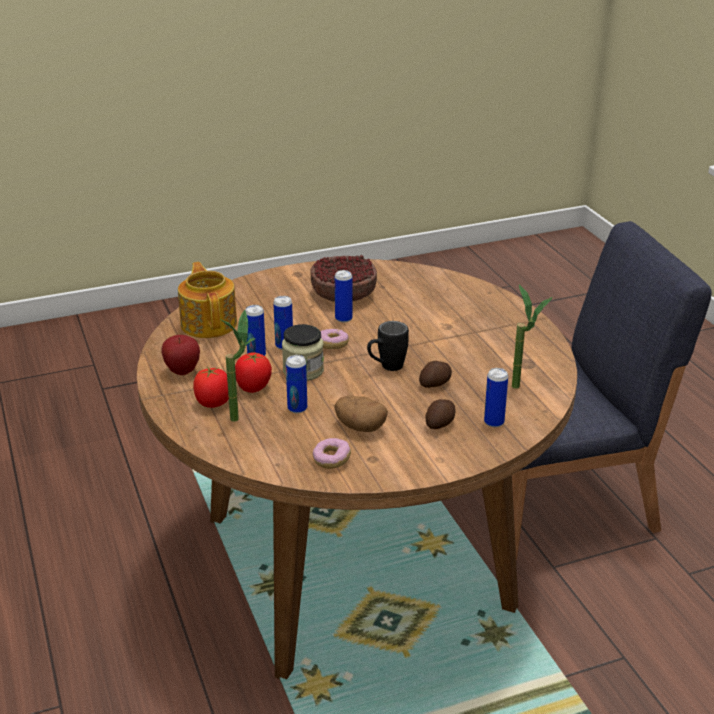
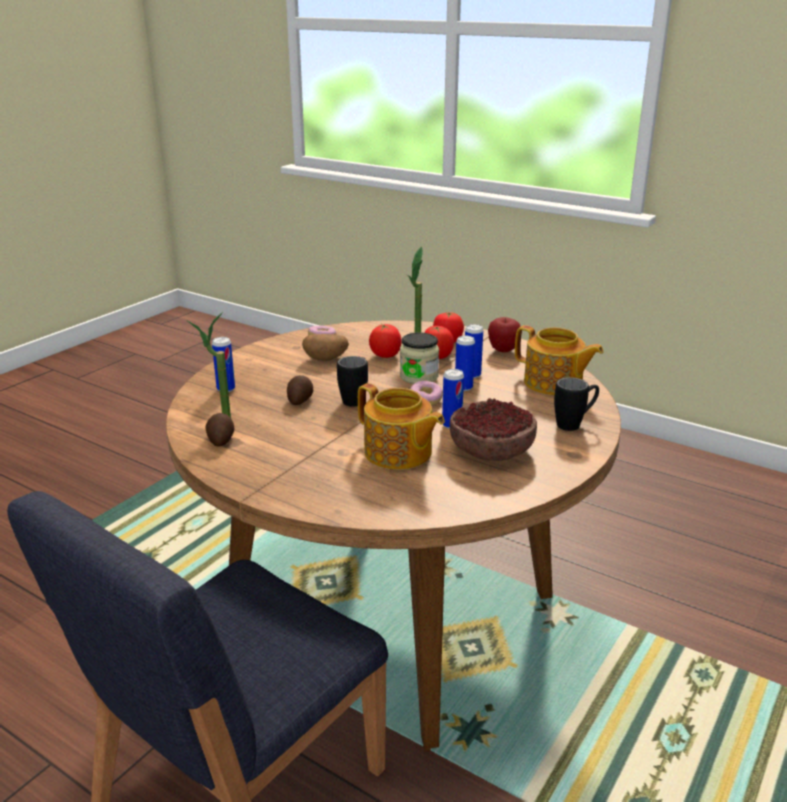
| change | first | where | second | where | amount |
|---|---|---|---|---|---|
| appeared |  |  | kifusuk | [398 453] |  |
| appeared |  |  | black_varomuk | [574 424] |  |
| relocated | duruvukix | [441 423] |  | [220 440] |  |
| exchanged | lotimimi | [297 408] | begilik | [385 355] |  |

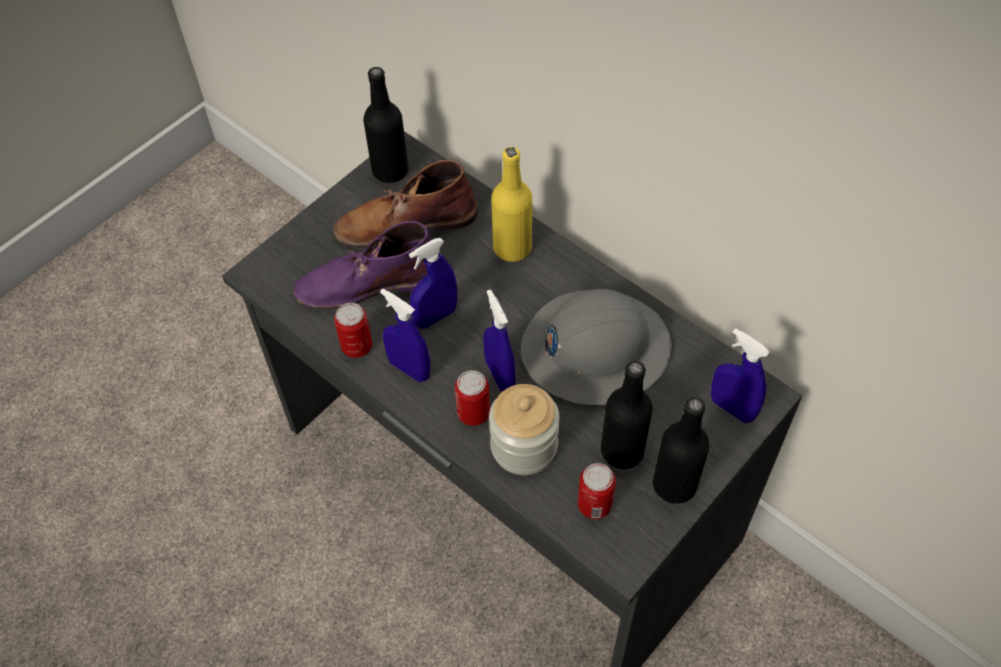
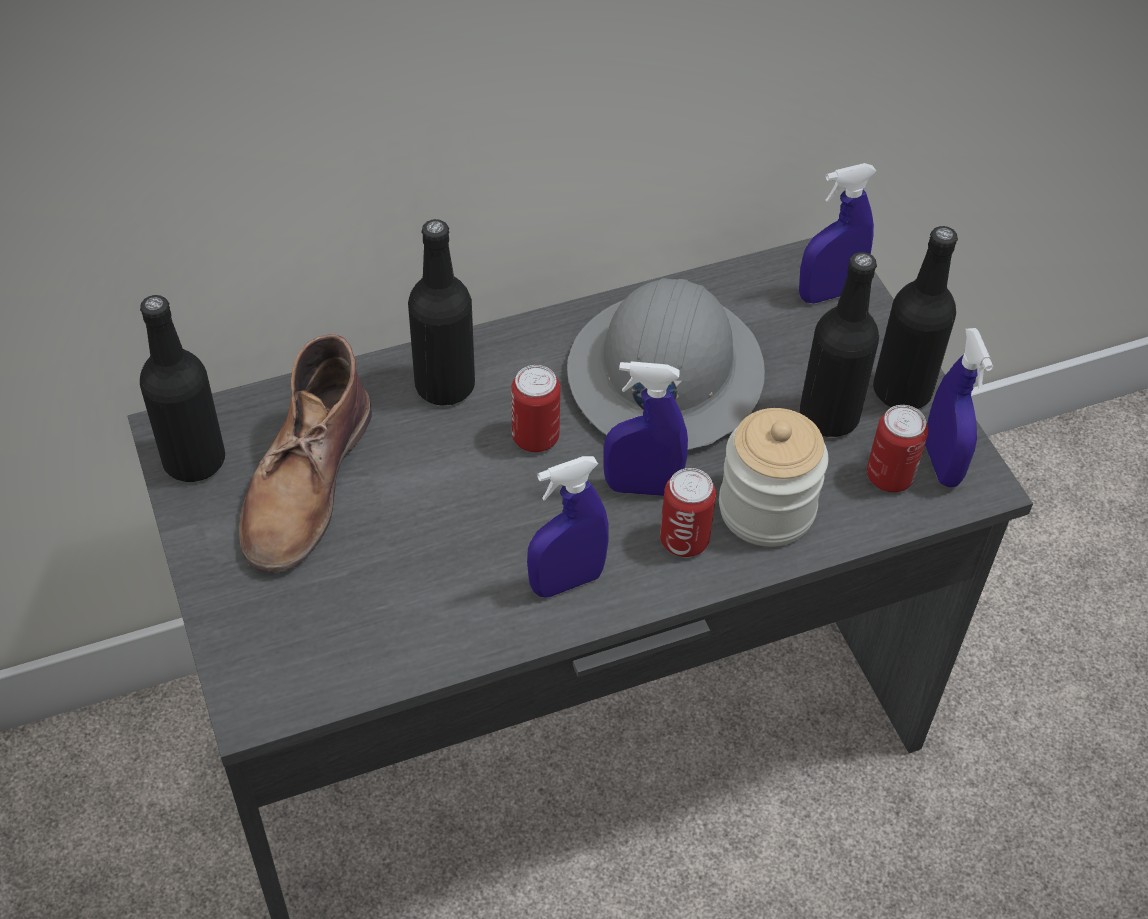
| change | first | where | second | where | amount |
|---|---|---|---|---|---|
| missing | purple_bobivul | [368 283] |  |  |  |
| relocated | lotimimi | [357 346] |  | [535 437] |  |
| relocated | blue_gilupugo | [435 316] |  | [941 463] |  |
| colour | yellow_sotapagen | [512 248] | black_sotapagen | [445 385] |  |

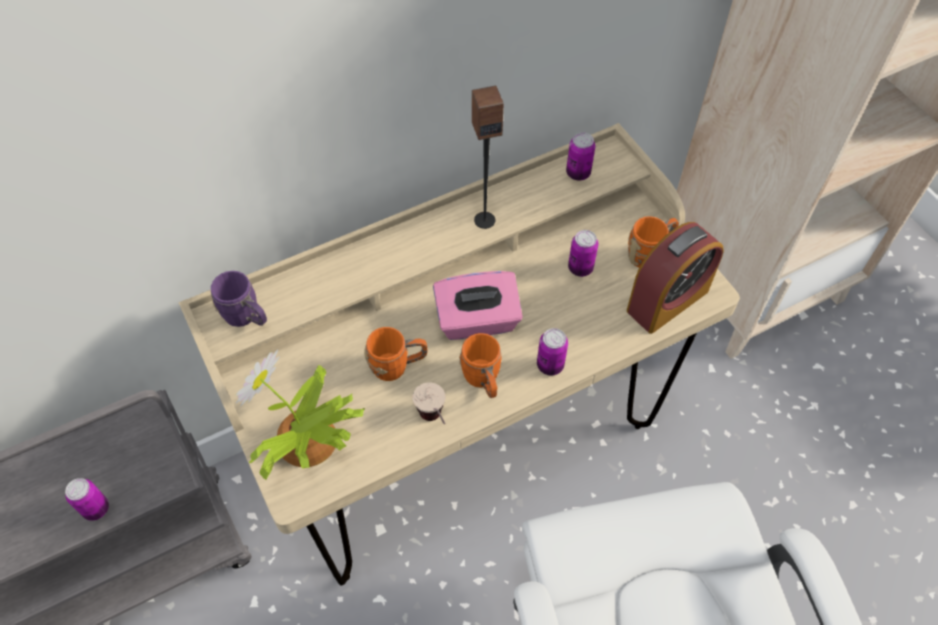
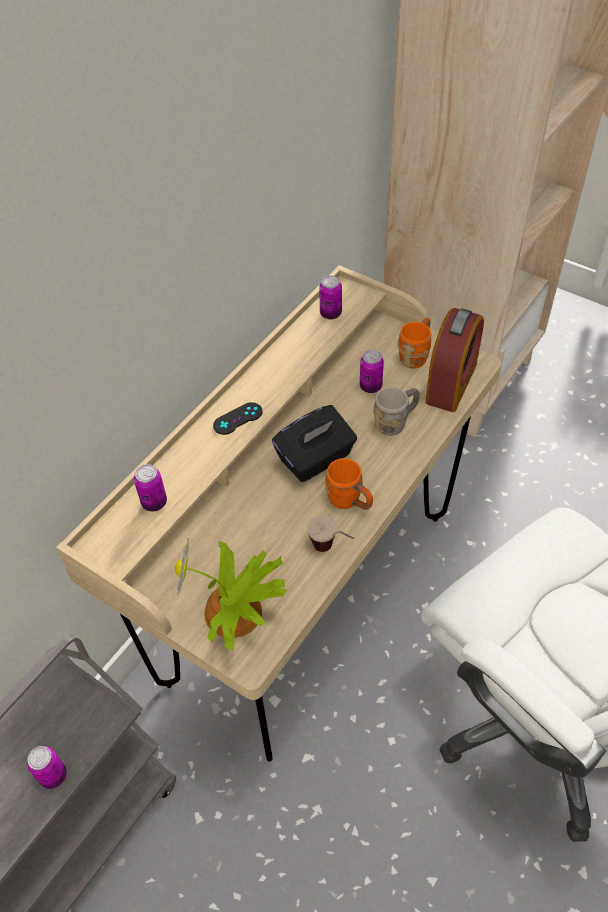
| change | first | where | second | where | amount |
|---|---|---|---|---|---|
| missing | purple_varomuk | [247 317] |  |  |  |
| missing | orange_varomuk | [397 366] |  |  |  |
| missing | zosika | [484 220] |  |  |  |
| appeared |  |  | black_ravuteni | [238 419] |  |
| appeared |  |  | grey_varomuk | [396 422] |  |
| relocated | lotimimi | [550 365] |  | [154 503] |  |
| colour | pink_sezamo | [477 321] | black_sezamo | [315 459] |  |

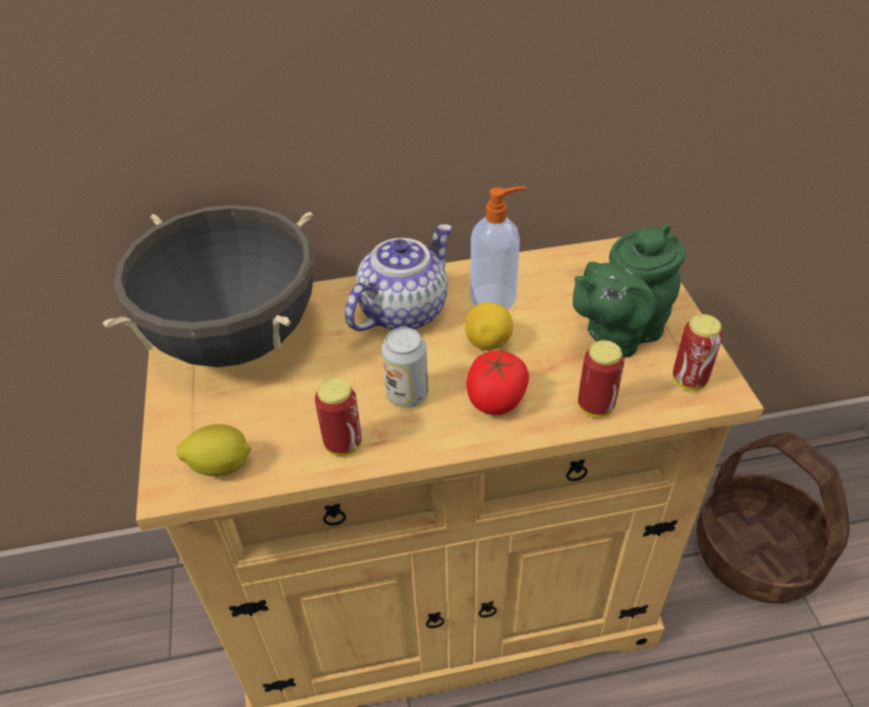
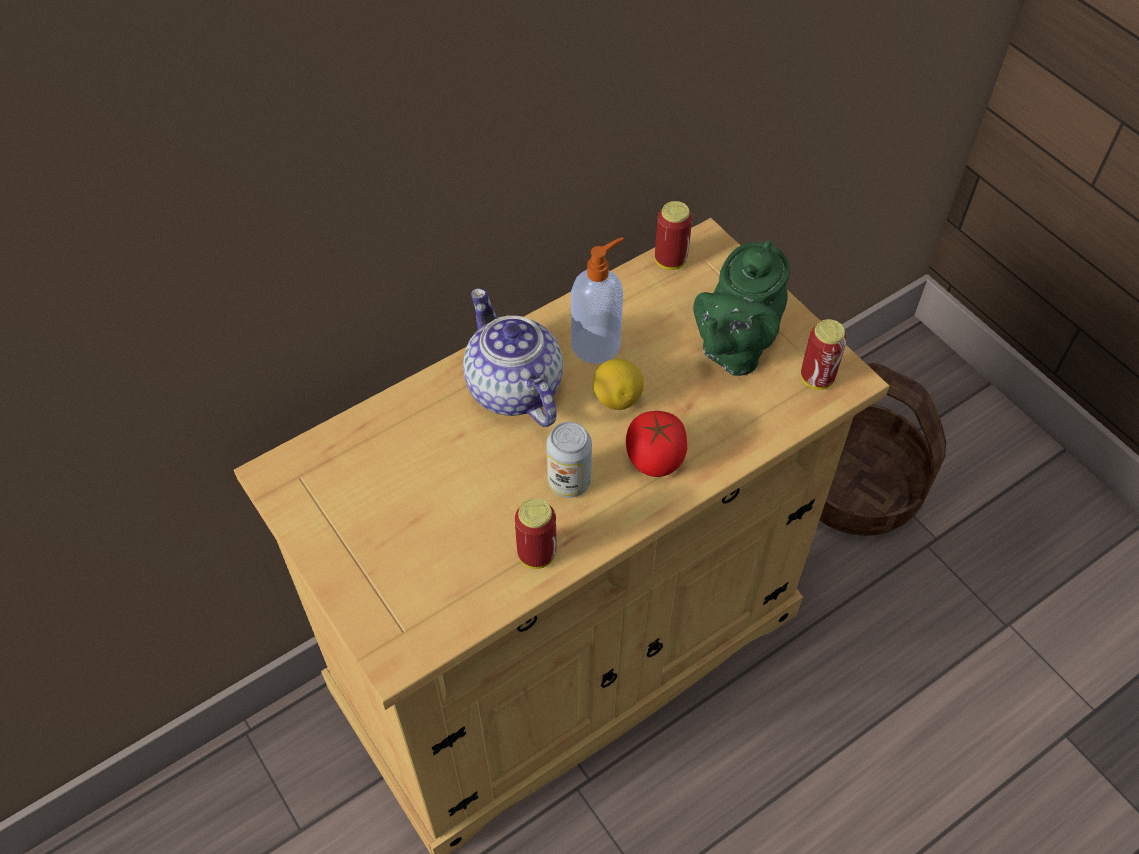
| change | first | where | second | where | amount |
|---|---|---|---|---|---|
| missing | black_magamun | [236 340] |  |  |  |
| missing | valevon | [221 465] |  |  |  |
| relocated | lotimimi | [595 407] |  | [670 261] |  |
| spun | kifusuk | [403 310] |  | [512 388] | 45 degrees counterclockwise |

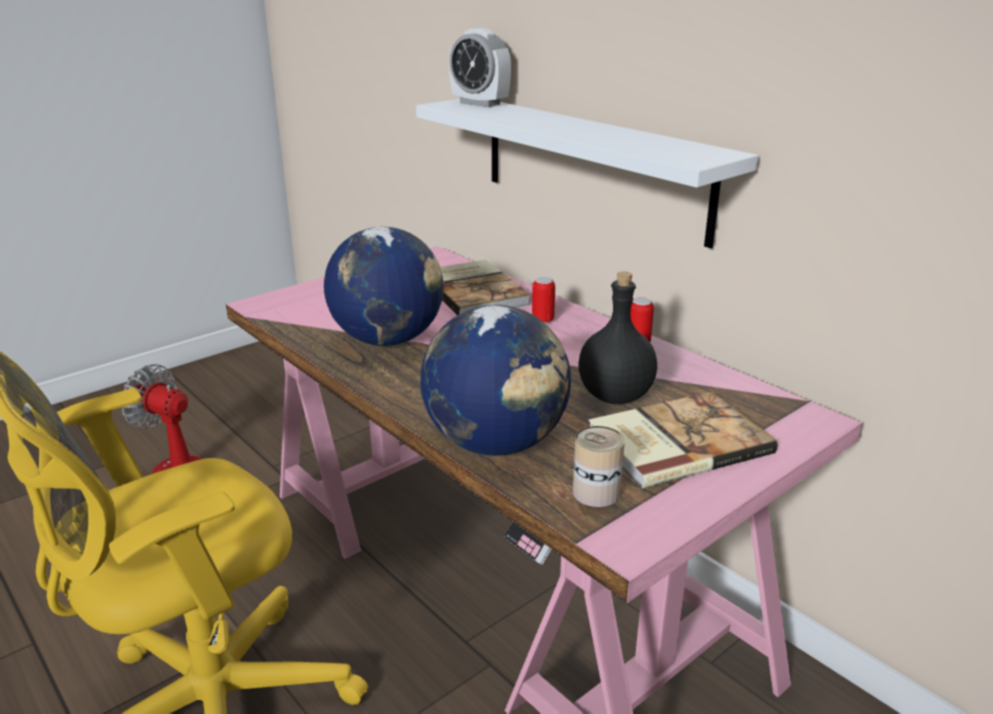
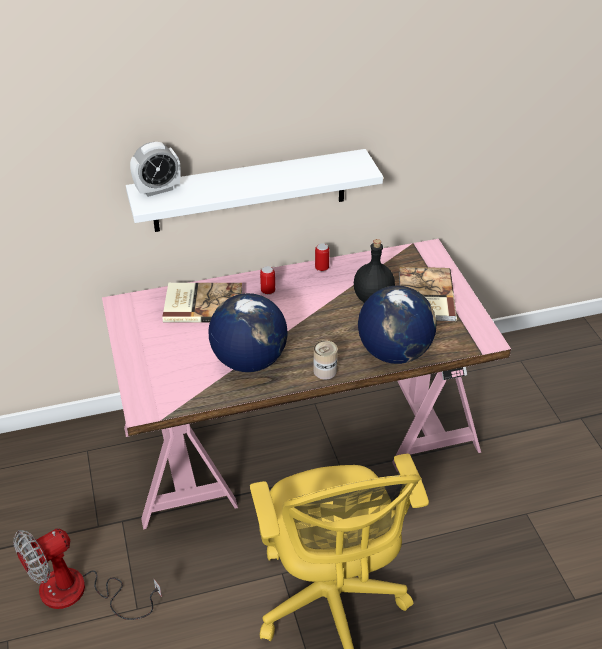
| change | first | where | second | where | amount |
|---|---|---|---|---|---|
| relocated | lotimimi | [596 492] |  | [325 371] |  |

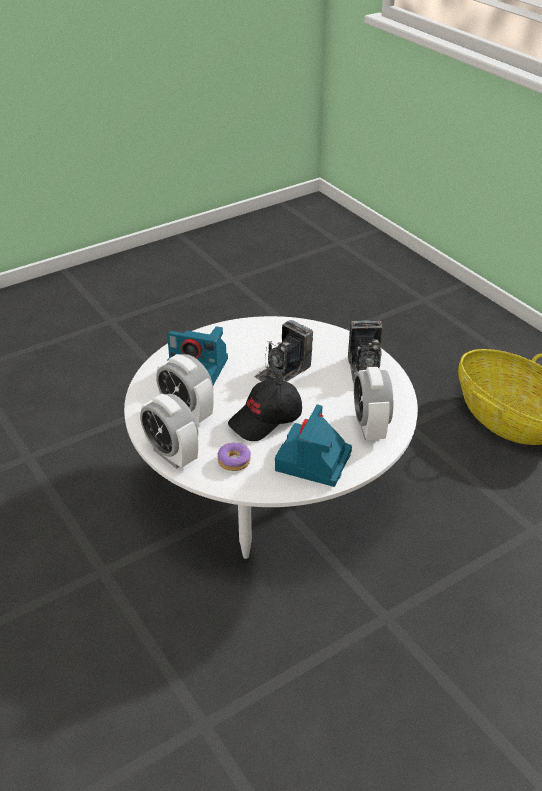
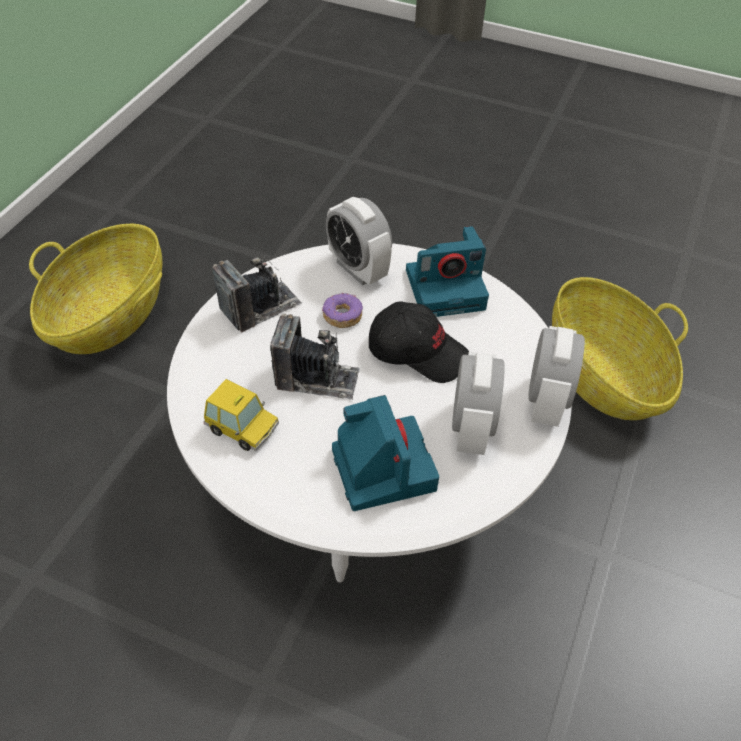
| change | first | where | second | where | amount |
|---|---|---|---|---|---|
| appeared |  |  | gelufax | [242 428] |  |
| appeared |  |  | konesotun | [603 375] |  |
| relocated | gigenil | [234 461] |  | [342 316] |  |
| spun | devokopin | [370 427] |  | [357 269] | 90 degrees clockwise |

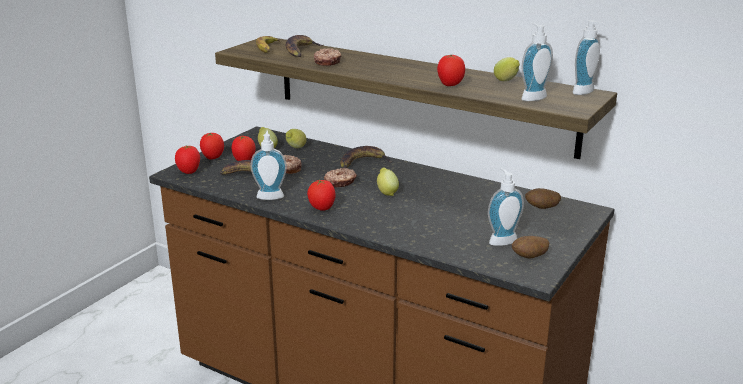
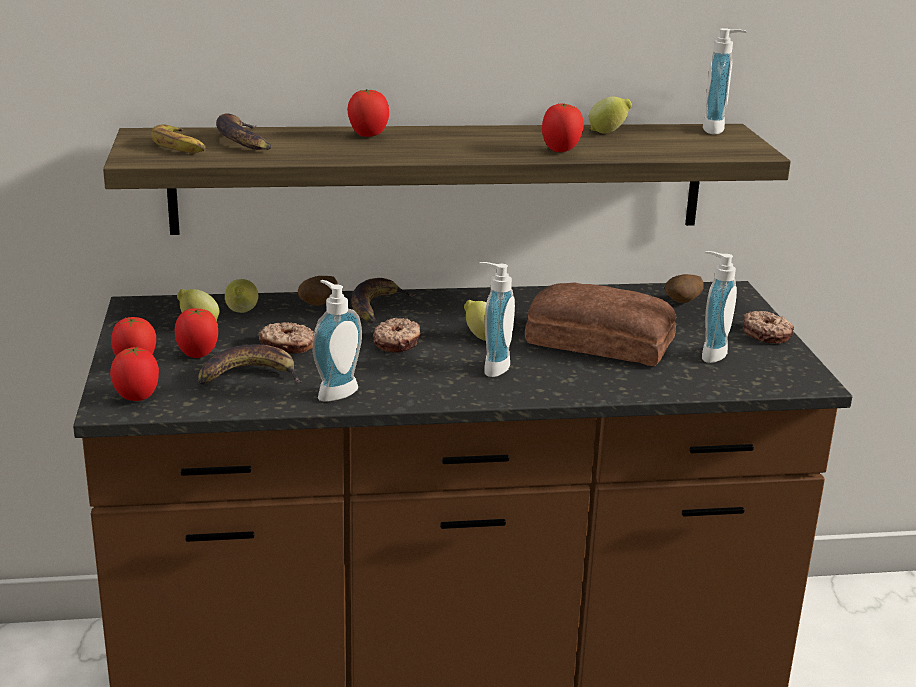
| change | first | where | second | where | amount |
|---|---|---|---|---|---|
| appeared |  |  | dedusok | [598 340] |  |
| relocated | begilik | [322 209] |  | [367 136] |  |
| relocated | gigenil | [328 62] |  | [766 334] |  |
| relocated | duruvukix | [529 257] |  | [318 305] |  |
| relocated | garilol | [531 97] |  | [492 367] |  |

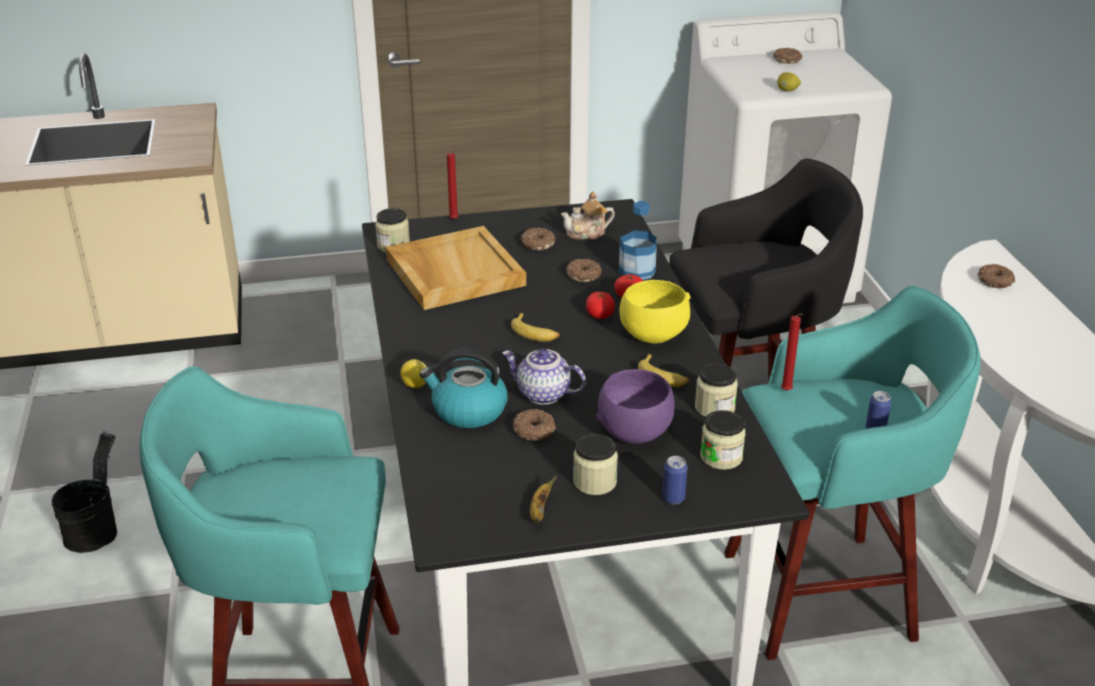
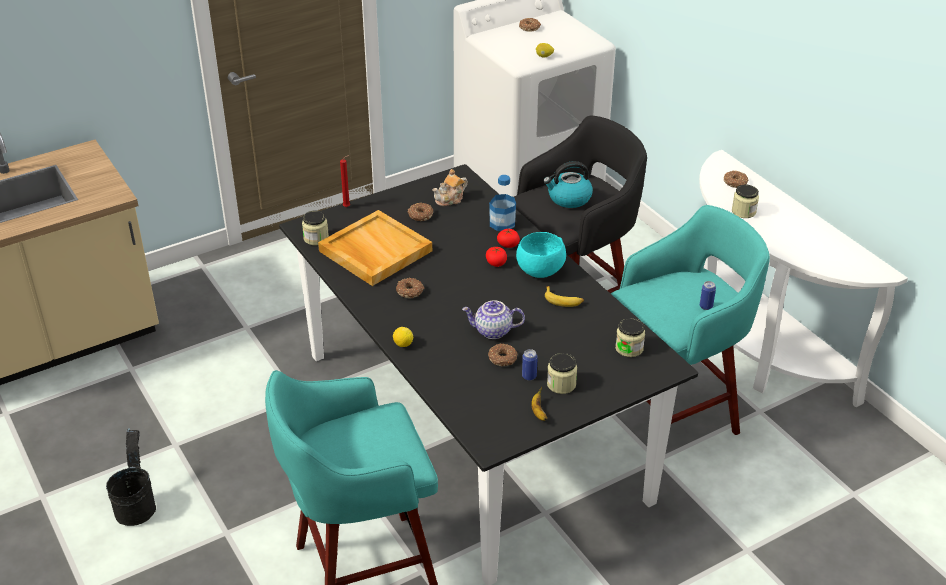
| change | first | where | second | where | amount |
|---|---|---|---|---|---|
| missing | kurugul | [535 333] |  |  |  |
| missing | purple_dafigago | [635 433] |  |  |  |
| missing | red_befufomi | [787 391] |  |  |  |
| relocated | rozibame | [468 411] |  | [568 198] |  |
| relocated | gigenil | [584 276] |  | [410 292] |  |
| relocated | lotimimi | [673 498] |  | [529 376] |  |
| relocated | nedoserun | [714 408] |  | [743 211] |  |
| colour | yellow_dafigago | [652 335] | turquoise_dafigago | [539 271] |  |

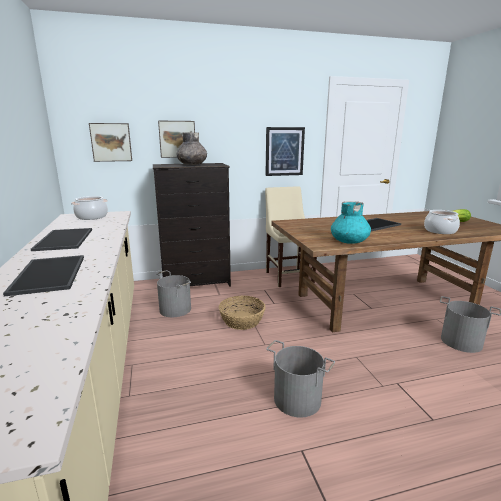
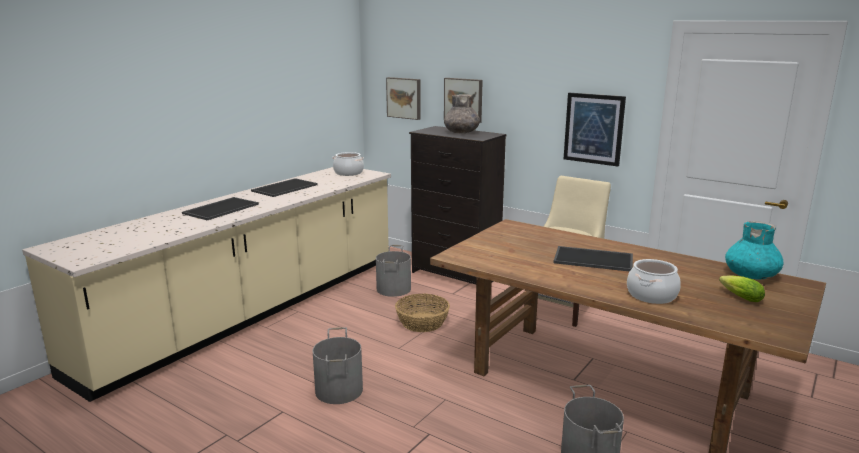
| change | first | where | second | where | amount |
|---|---|---|---|---|---|
| relocated | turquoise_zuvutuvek | [349 241] |  | [751 275] |  |

